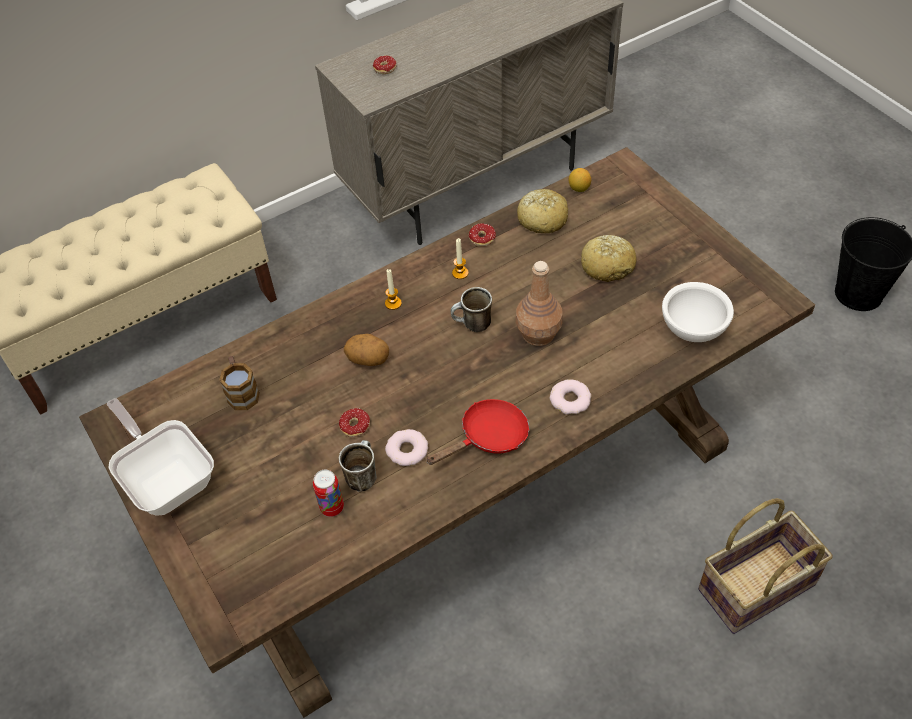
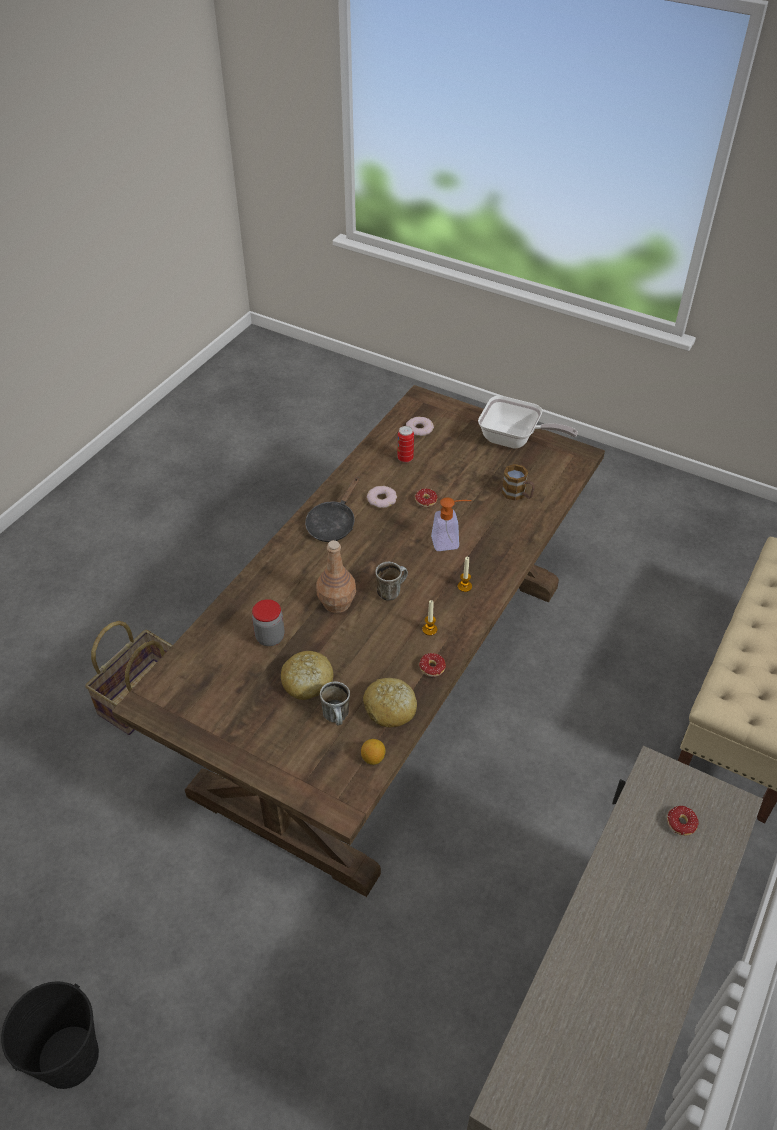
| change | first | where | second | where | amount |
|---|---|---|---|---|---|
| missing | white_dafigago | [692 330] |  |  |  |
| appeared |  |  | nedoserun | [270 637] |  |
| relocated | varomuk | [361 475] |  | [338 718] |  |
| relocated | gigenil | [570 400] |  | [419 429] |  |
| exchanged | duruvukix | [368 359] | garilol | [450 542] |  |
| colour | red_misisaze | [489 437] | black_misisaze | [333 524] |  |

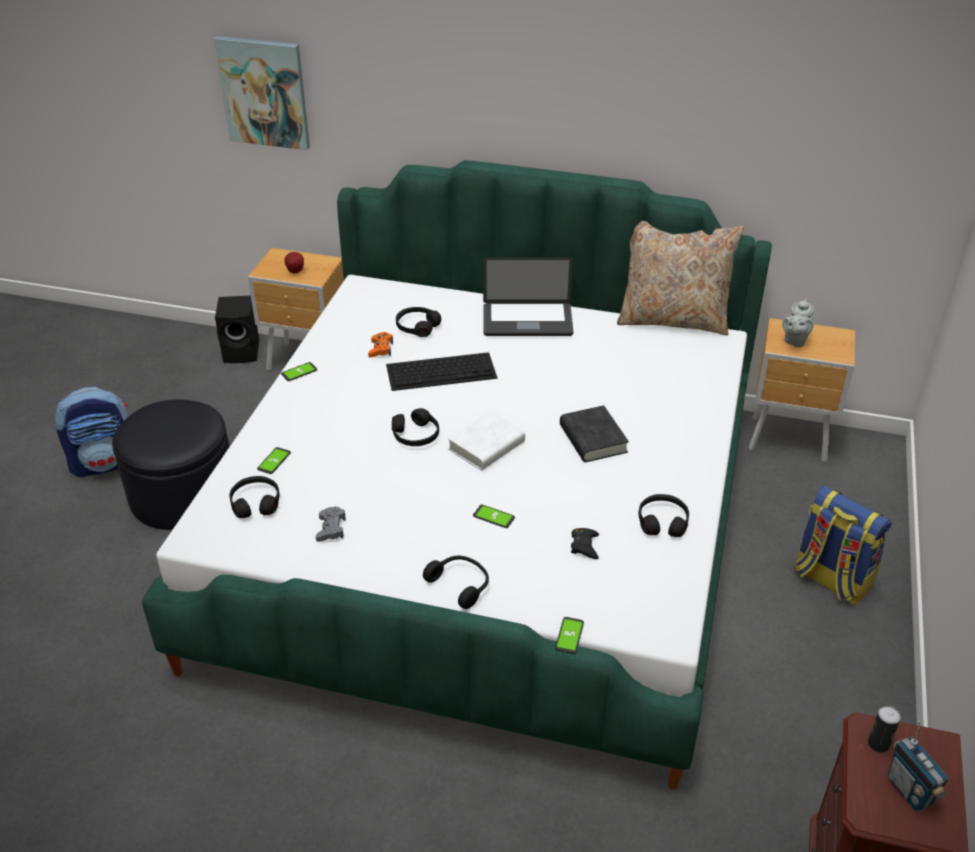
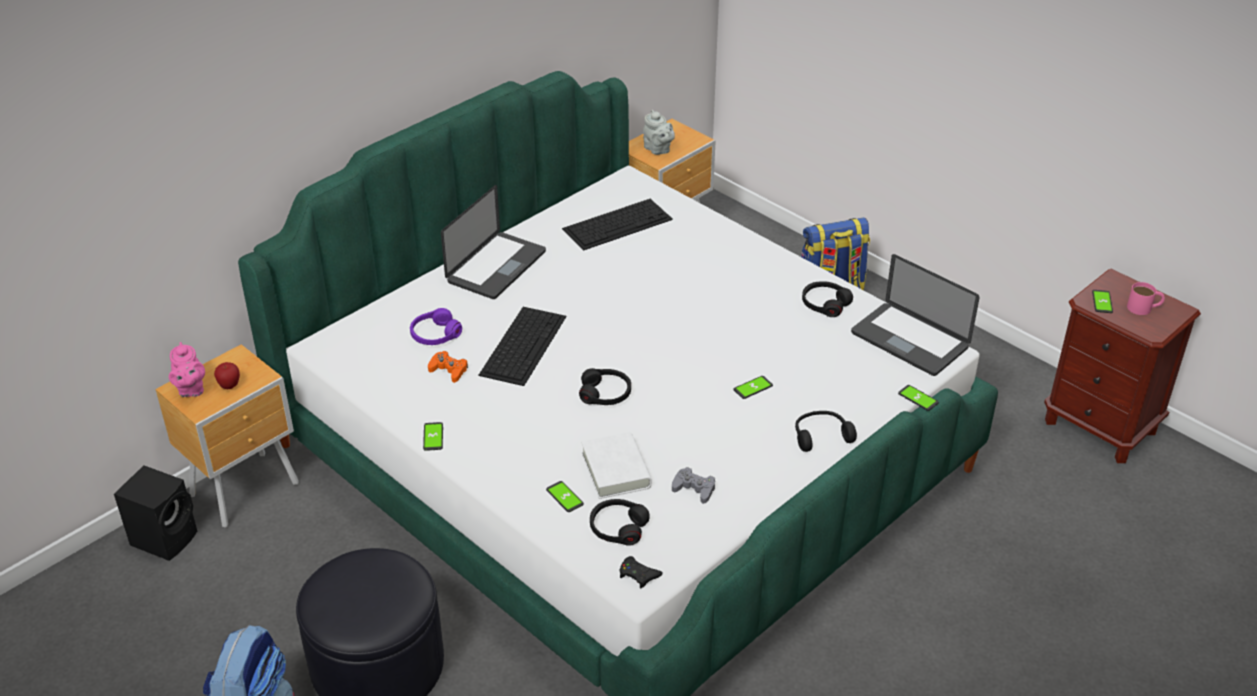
| change | first | where | second | where | amount |
|---|---|---|---|---|---|
| missing | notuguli | [264 92] |  |  |  |
| missing | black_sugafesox | [593 439] |  |  |  |
| missing | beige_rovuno | [673 319] |  |  |  |
| appeared |  |  | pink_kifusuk | [191 389] |  |
| appeared |  |  | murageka | [618 223] |  |
| appeared |  |  | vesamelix | [909 340] |  |
| relocated | white_sugafesox | [486 446] |  | [616 470] |  |
| relocated | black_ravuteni | [584 546] |  | [638 575] |  |
| exchanged | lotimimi | [878 743] | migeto | [1102 302] |  |
| exchanged | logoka | [909 791] | pink_varomuk | [1144 308] |  |
| colour | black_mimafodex | [417 327] | purple_mimafodex | [435 334] |  |

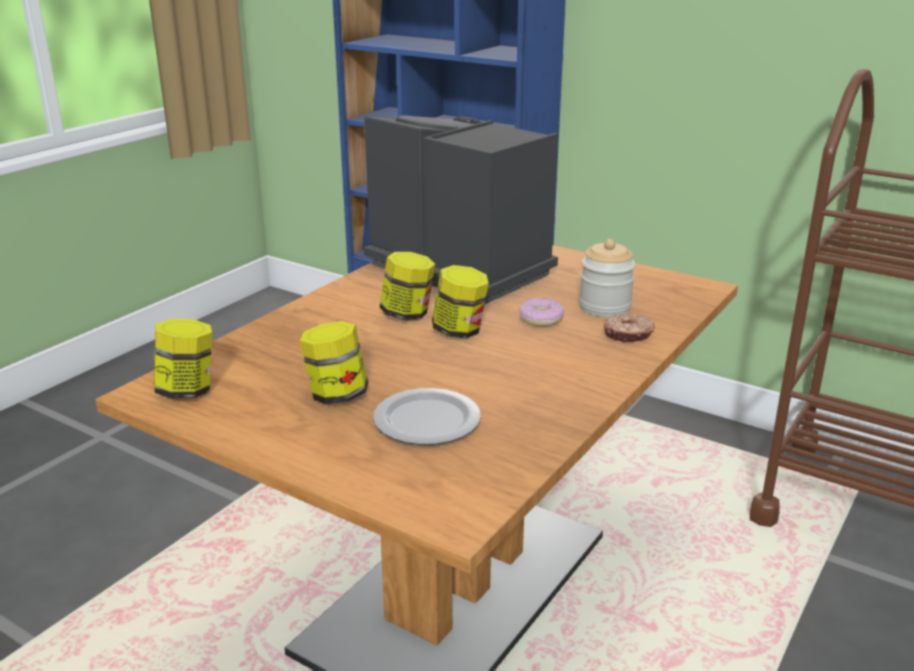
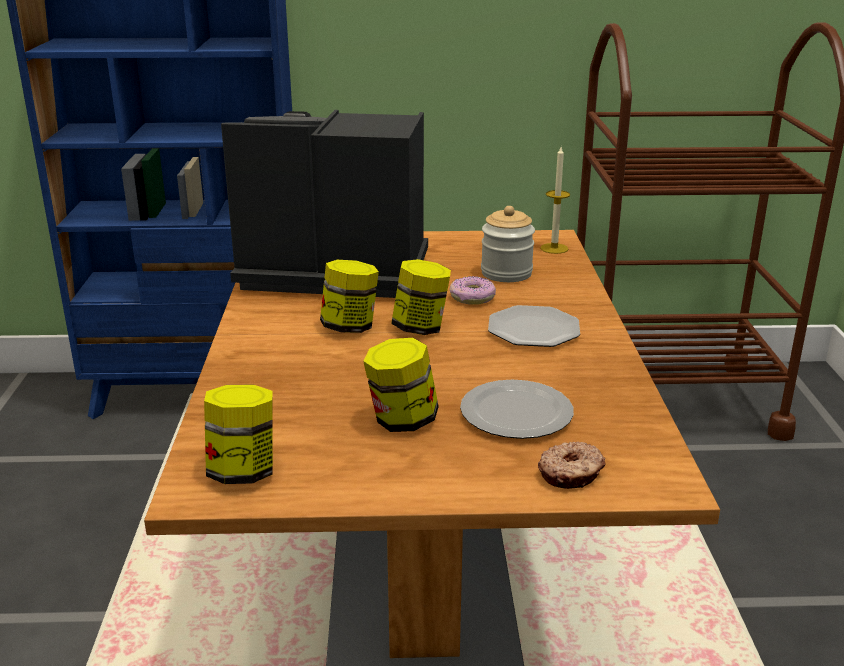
| change | first | where | second | where | amount |
|---|---|---|---|---|---|
| appeared |  |  | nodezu | [534 330] |  |
| appeared |  |  | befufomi | [554 248] |  |
| relocated | gigenil | [628 335] |  | [571 474] |  |

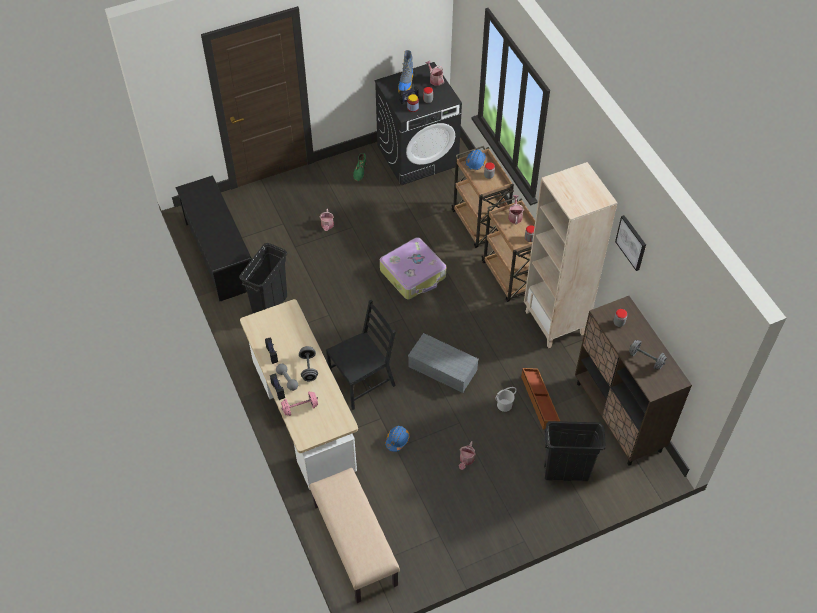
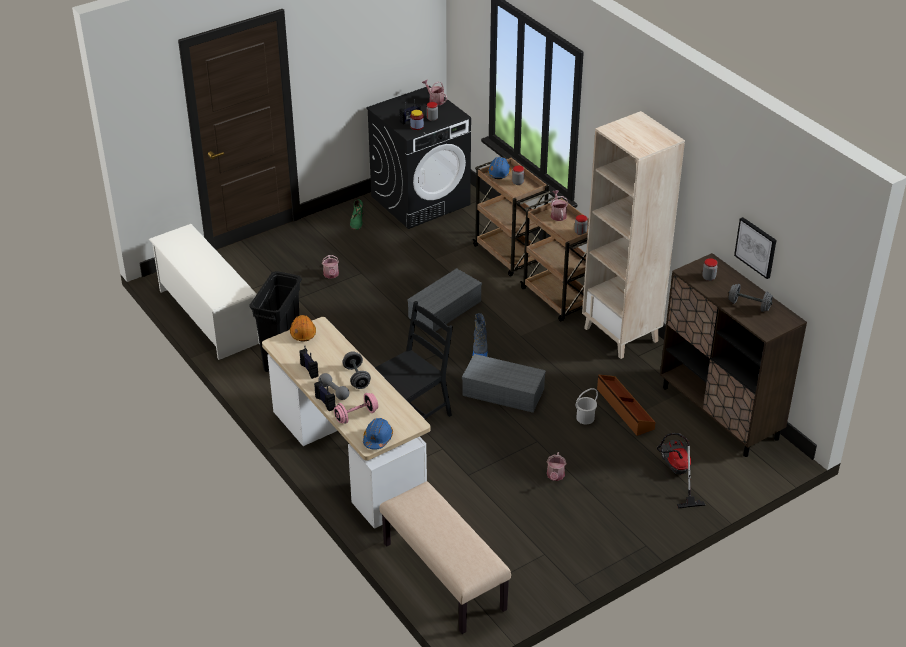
| change | first | where | second | where | amount |
|---|---|---|---|---|---|
| appeared |  |  | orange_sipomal | [303 333] |  |
| relocated | blue_sipomal | [397 440] |  | [377 438] |  |
| relocated | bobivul | [406 83] |  | [480 354] |  |
| relocated | notuguli | [631 242] |  | [756 247] |  |
| exchanged | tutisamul | [413 274] | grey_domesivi | [445 308] |  |
| exchanged | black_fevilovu | [566 473] | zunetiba | [676 473] |  |
| colour | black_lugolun | [220 255] | white_lugolun | [208 316] |  |

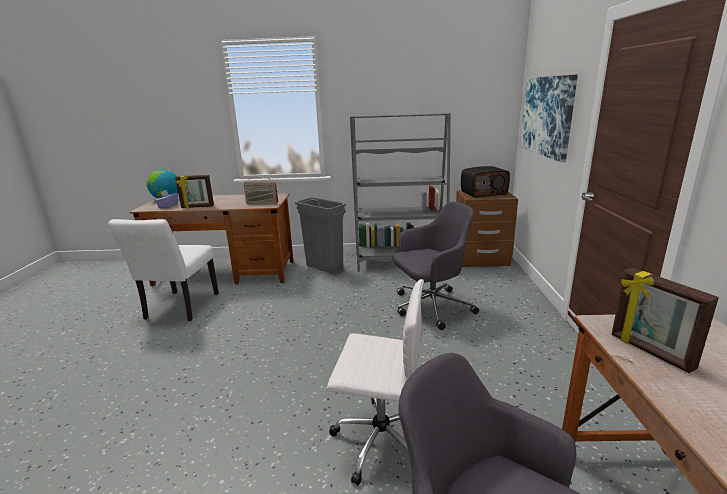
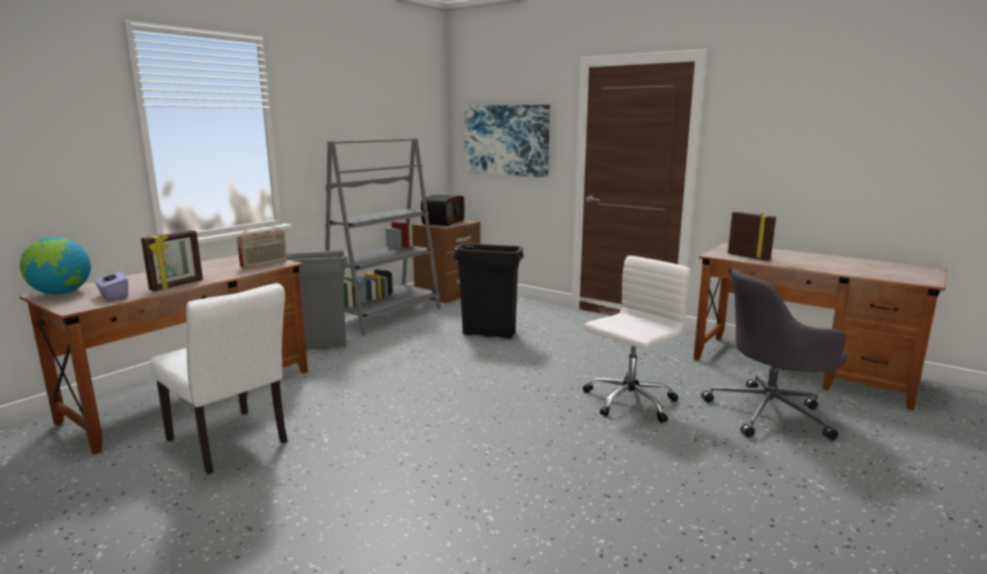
| change | first | where | second | where | amount |
|---|---|---|---|---|---|
| exchanged | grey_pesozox | [431 307] | black_fevilovu | [489 334] |  |
| spun | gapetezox | [650 352] |  | [749 257] | 135 degrees counterclockwise |

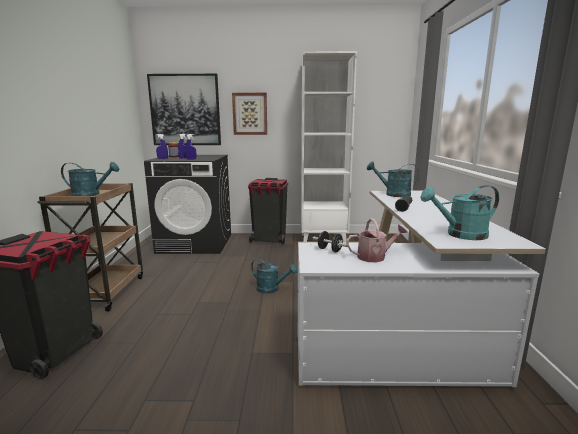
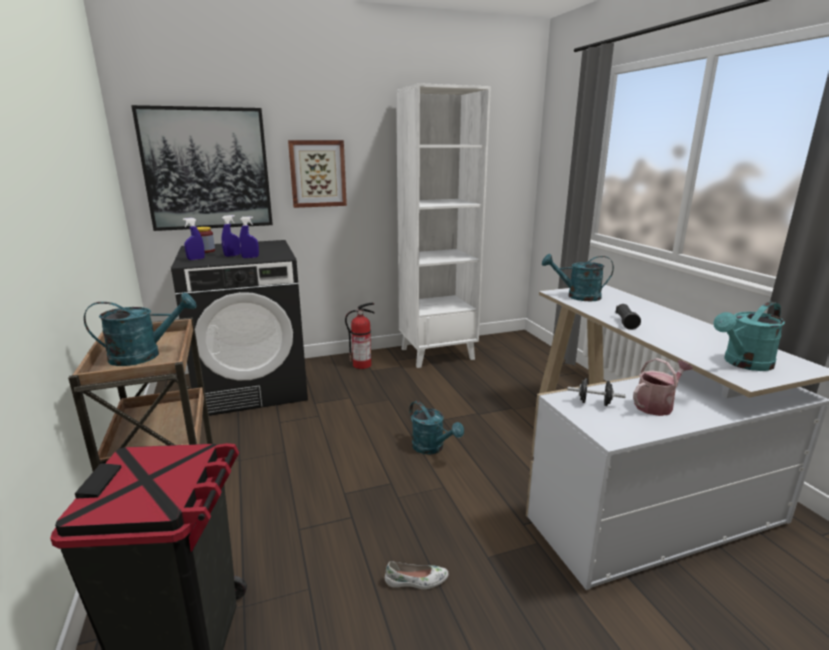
| change | first | where | second | where | amount |
|---|---|---|---|---|---|
| appeared |  |  | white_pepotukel | [416 581] |  |
| exchanged | black_fevilovu | [269 240] | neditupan | [362 365] |  |
| spun | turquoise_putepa | [272 289] |  | [432 448] | 45 degrees clockwise |

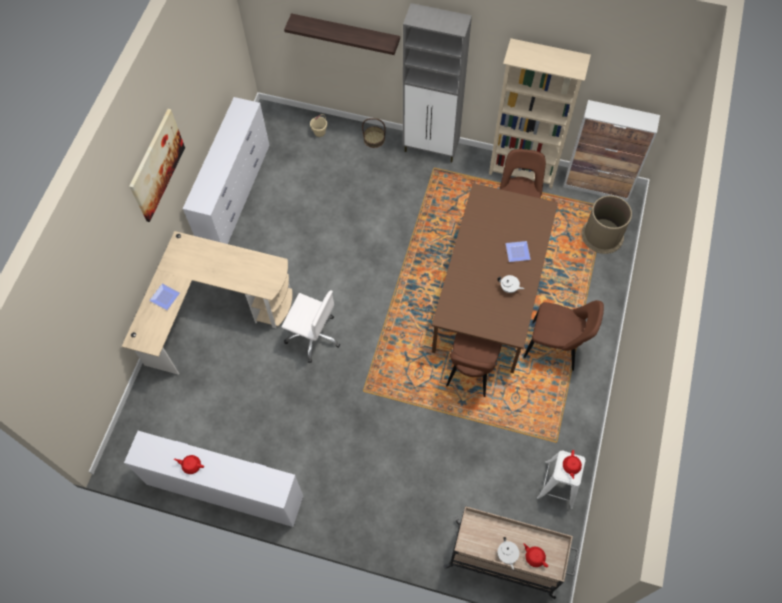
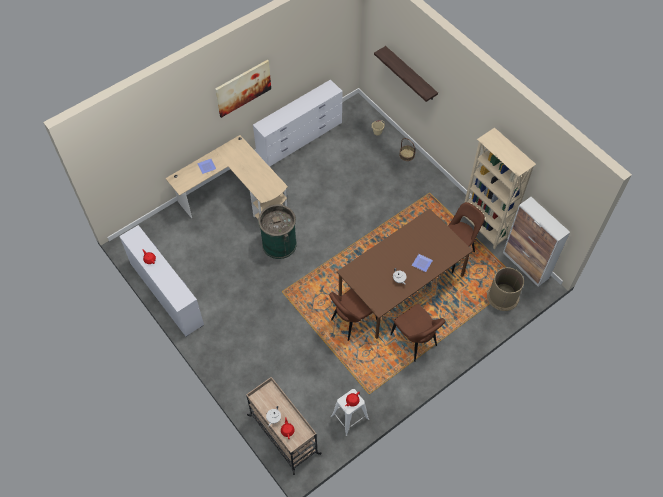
| change | first | where | second | where | amount |
|---|---|---|---|---|---|
| missing | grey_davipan | [431 149] |  |  |  |
| exchanged | white_pesozox | [313 336] | green_fevilovu | [279 244] |  |

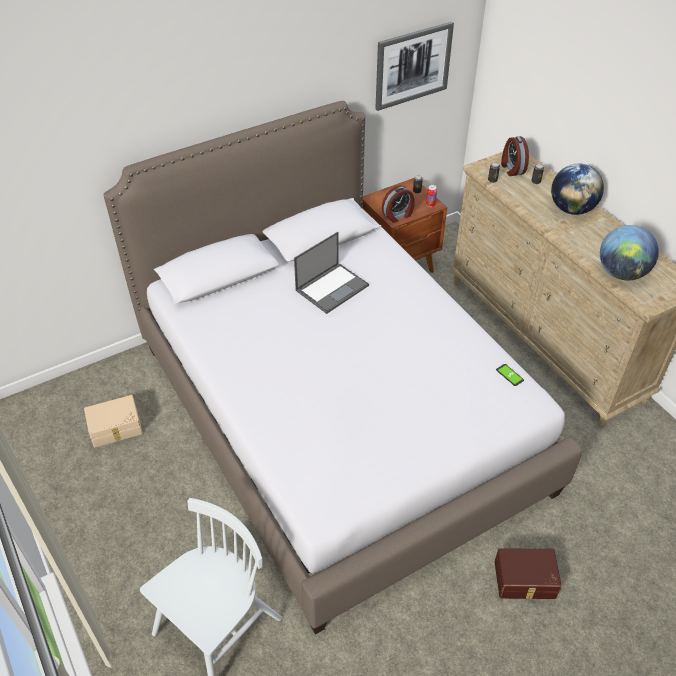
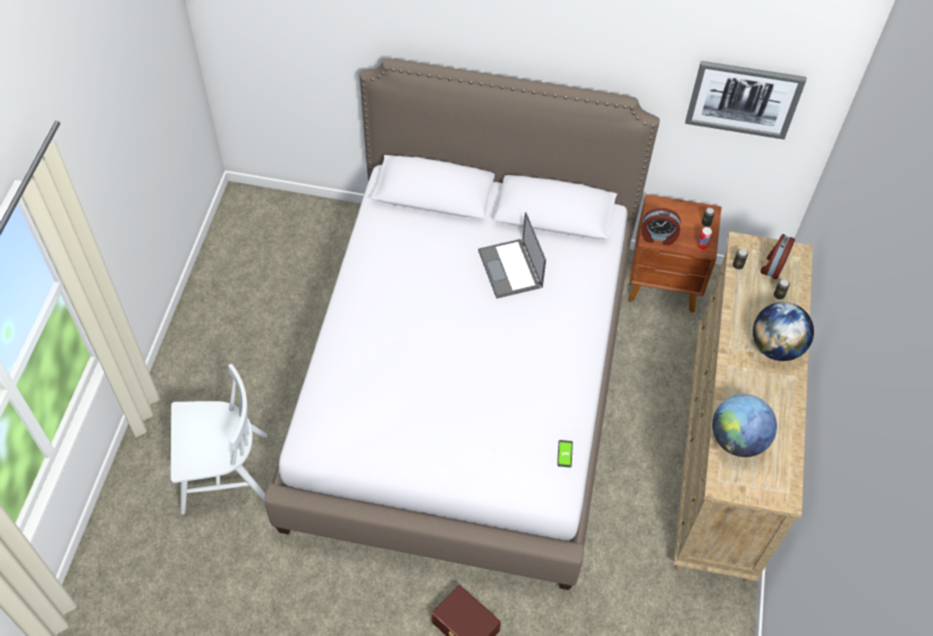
| change | first | where | second | where | amount |
|---|---|---|---|---|---|
| missing | beige_domesivi | [116 428] |  |  |  |
| spun | vesamelix | [332 287] |  | [510 269] | 75 degrees clockwise |

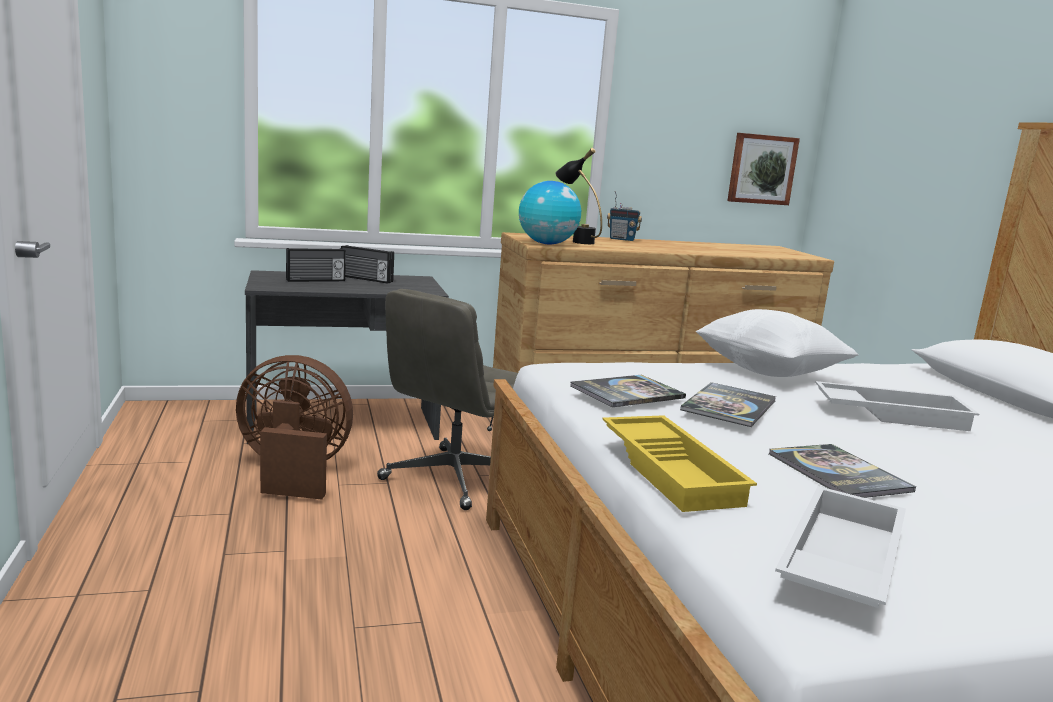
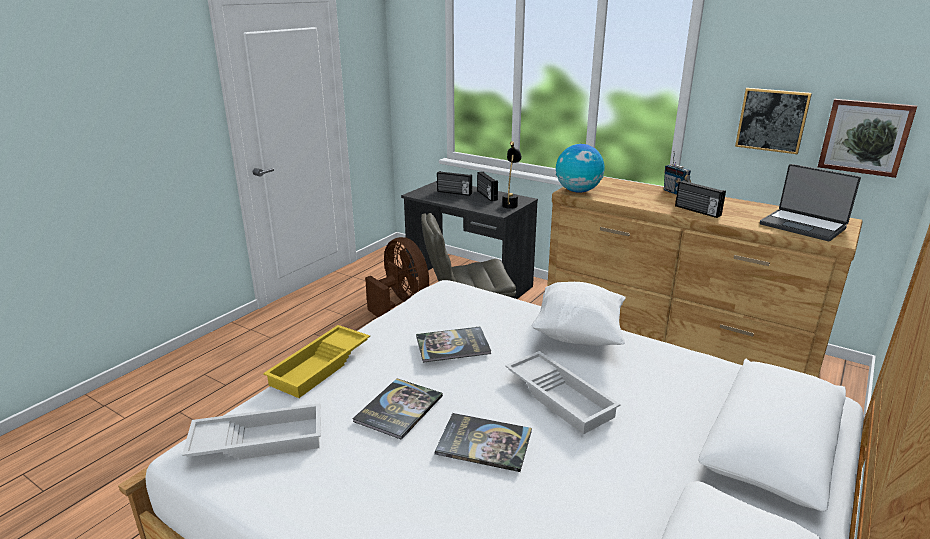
| change | first | where | second | where | amount |
|---|---|---|---|---|---|
| appeared |  |  | logoka | [697 211] |  |
| appeared |  |  | notuguli | [772 120] |  |
| appeared |  |  | vesamelix | [803 226] |  |
| relocated | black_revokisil | [576 241] |  | [510 203] |  |
| relocated | sugafesox | [627 393] |  | [484 443] |  |

